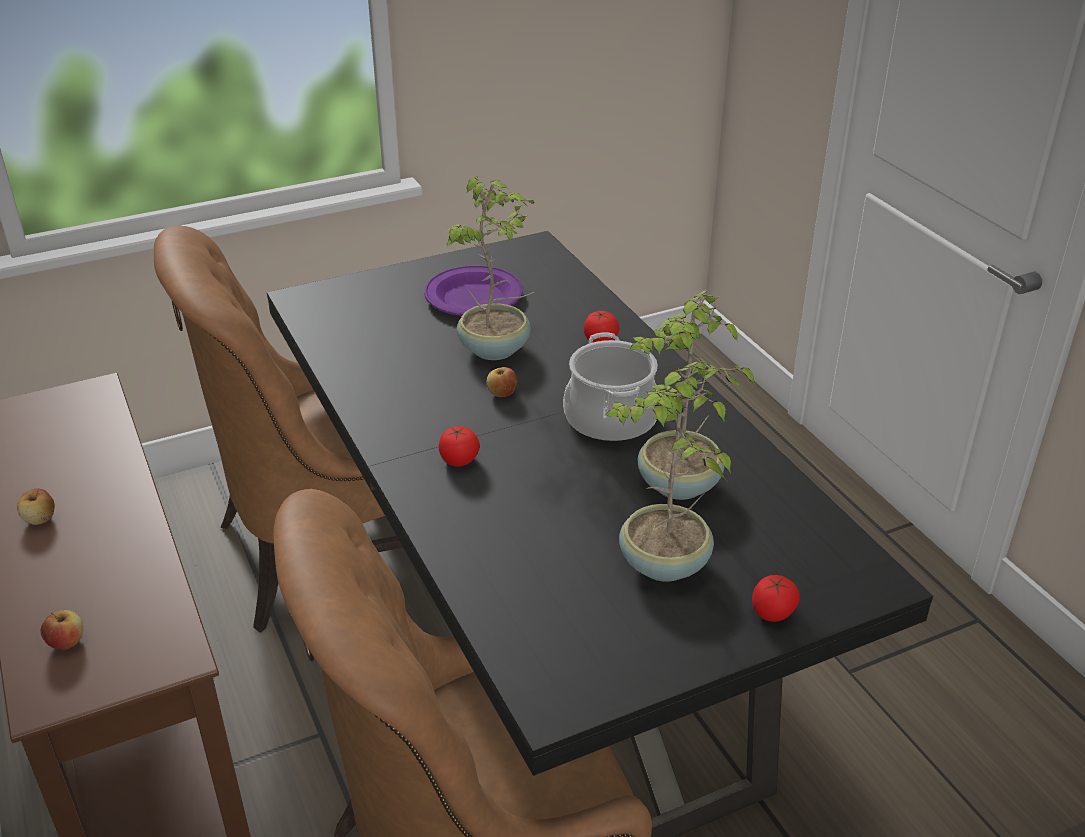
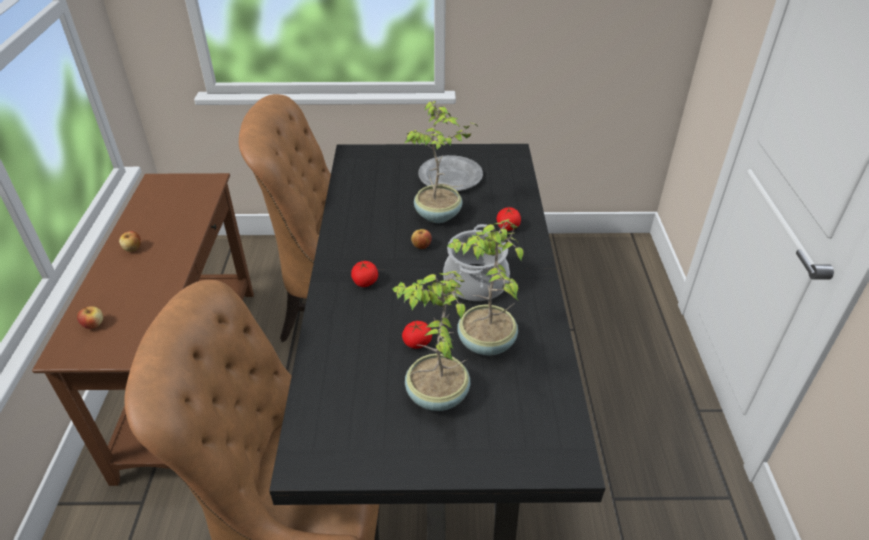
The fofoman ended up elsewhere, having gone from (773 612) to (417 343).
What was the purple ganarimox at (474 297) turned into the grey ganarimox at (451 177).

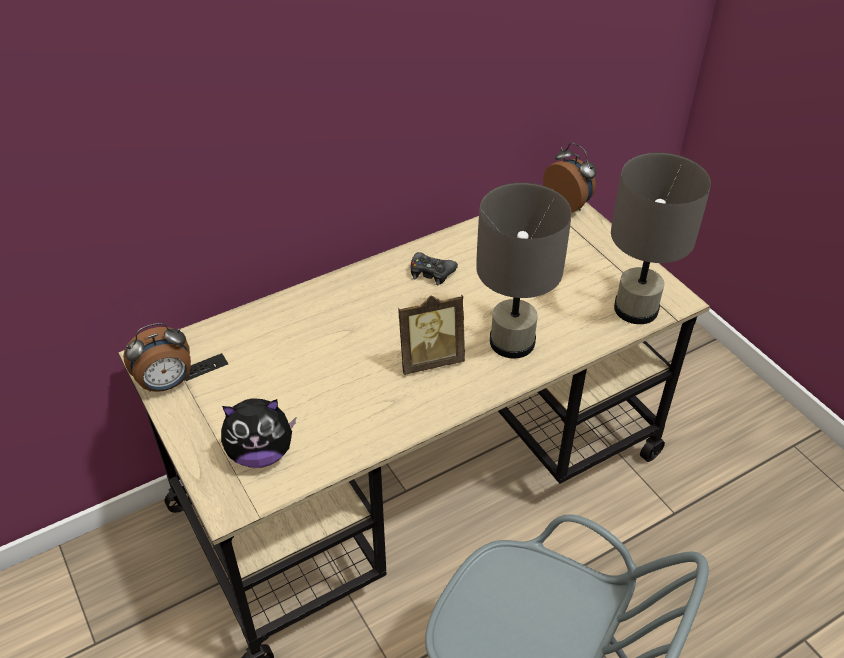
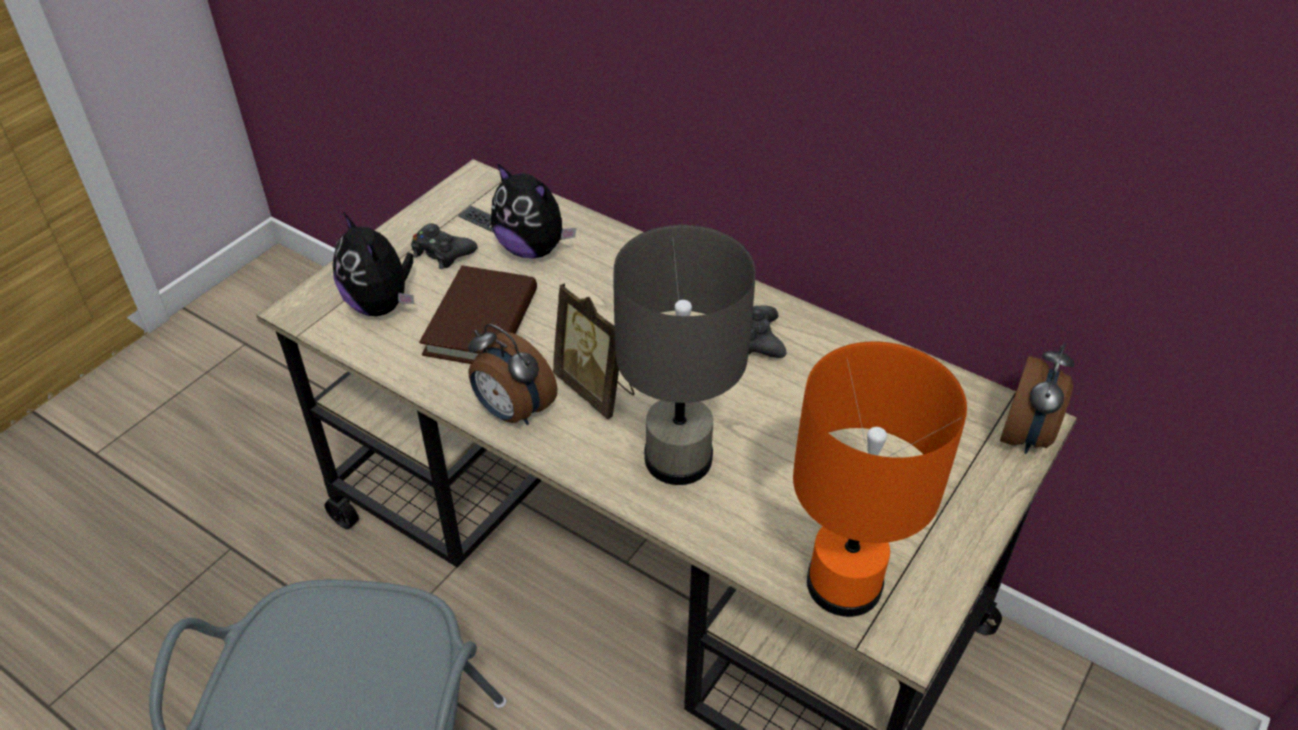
The second view gained the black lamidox at (442 252).
The second view gained the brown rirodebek at (481 322).
The second view gained the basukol at (532 249).
The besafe ended up elsewhere, having gone from (166 384) to (512 412).
What was the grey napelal at (637 309) turned into the orange napelal at (843 586).

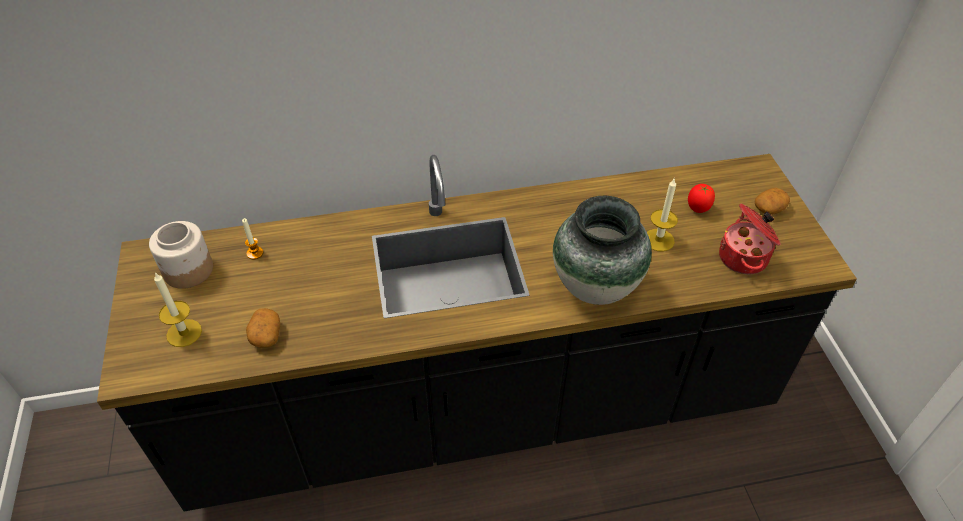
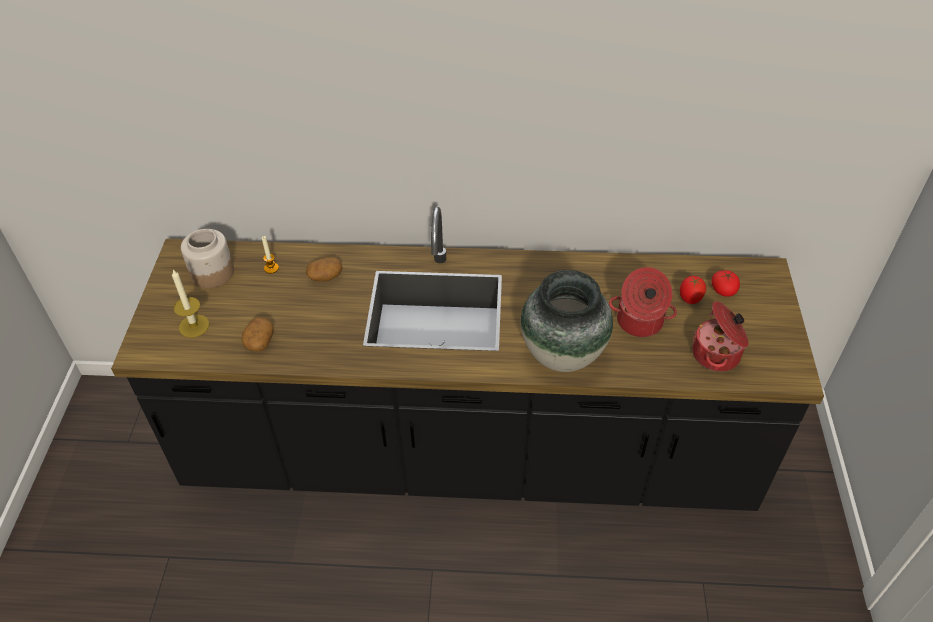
The second view gained the fofoman at (723 290).
The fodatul ended up elsewhere, having gone from (769 209) to (325 276).
Where the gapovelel stood at (658 240), the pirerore came to stand at (639 322).

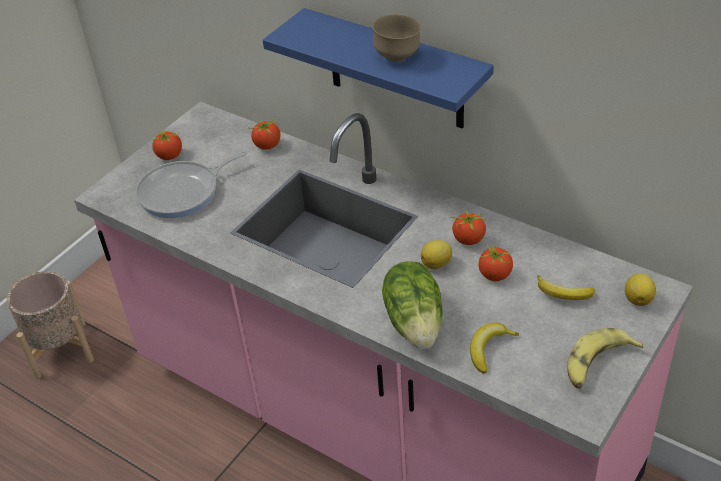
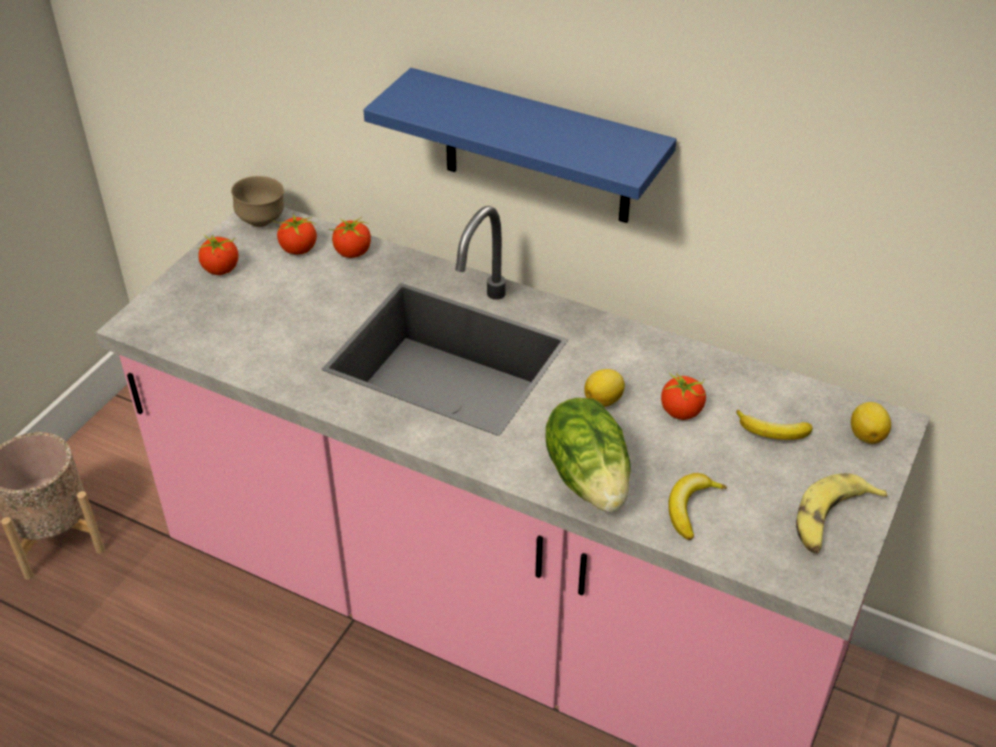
The second view lost the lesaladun at (183 192).
The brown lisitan ended up elsewhere, having gone from (397 57) to (262 221).
The fofoman ended up elsewhere, having gone from (468 240) to (298 249).

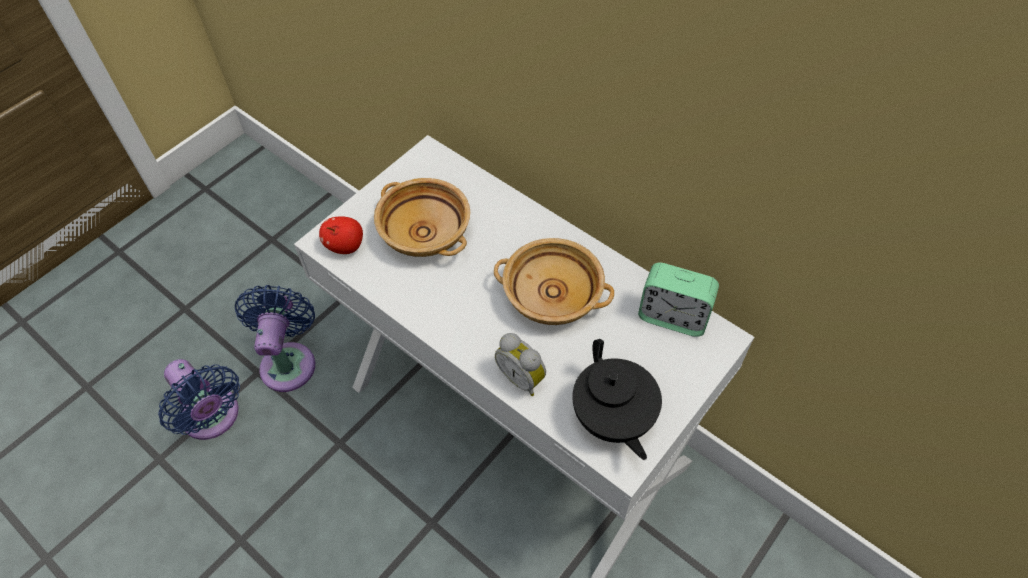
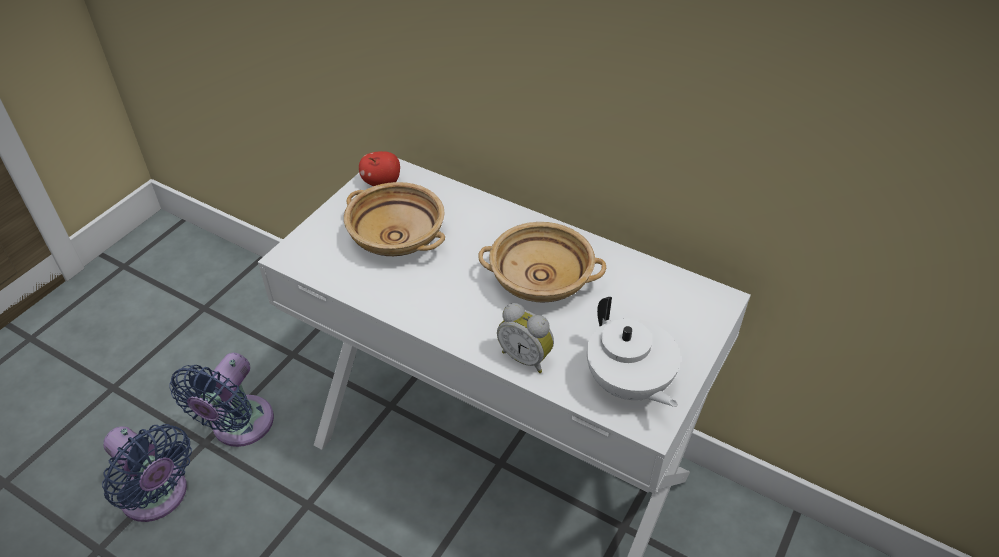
The second view lost the besafe at (673 316).
The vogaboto ended up elsewhere, having gone from (345 246) to (382 183).
What was the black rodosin at (612 419) turned into the white rodosin at (628 384).
The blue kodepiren at (289 361) ended up facing another way, 150 degrees counterclockwise from before.

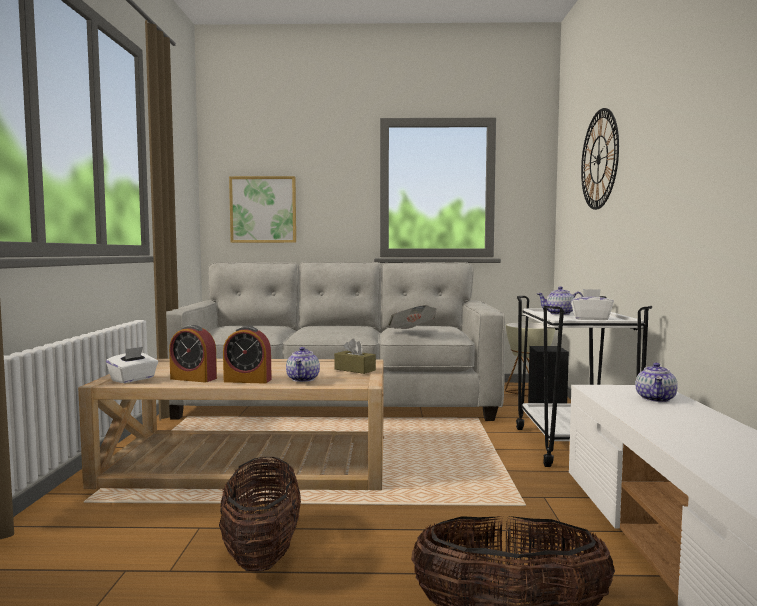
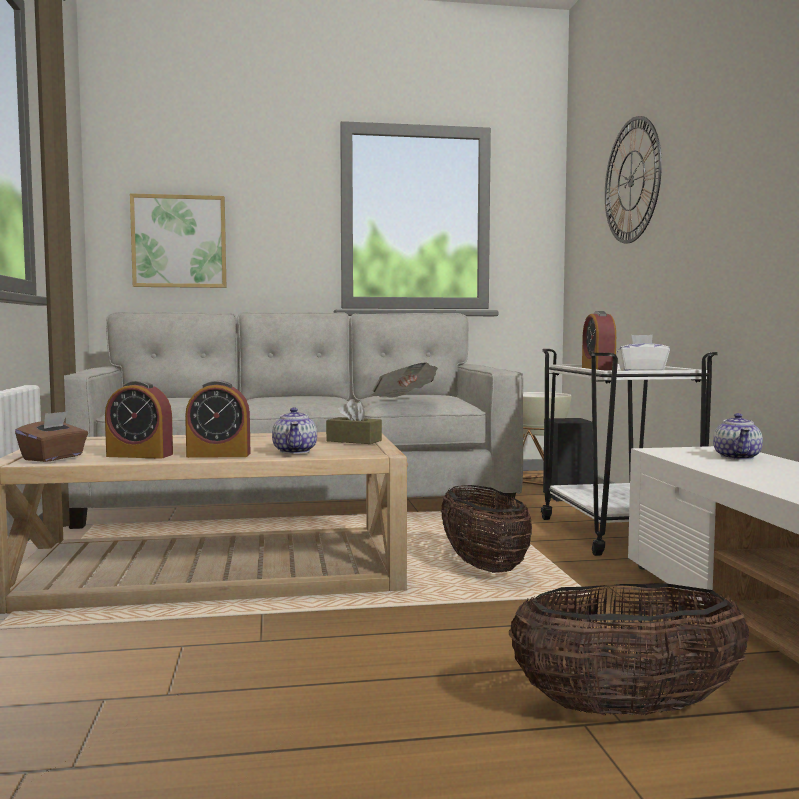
The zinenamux ended up elsewhere, having gone from (262 552) to (484 566).
Where the rodosin stood at (559 314), the besafe came to stand at (598 369).
What was the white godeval at (133 379) turned into the brown godeval at (54 458).

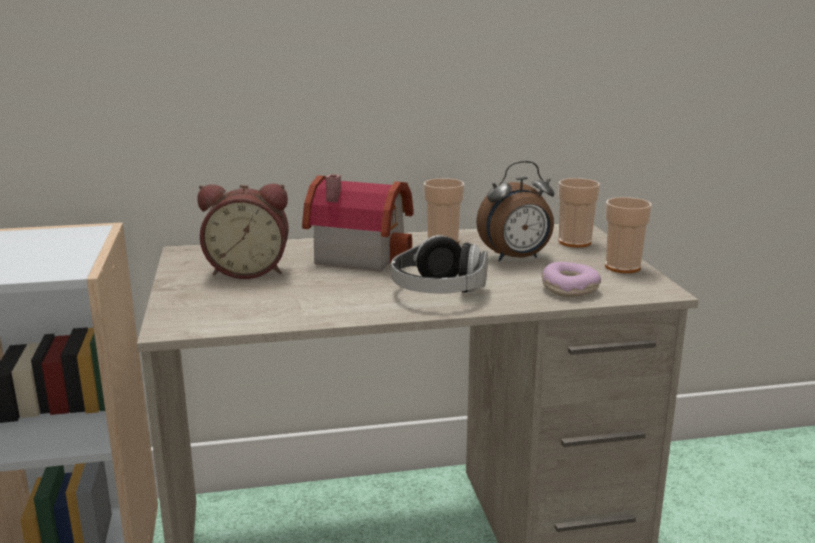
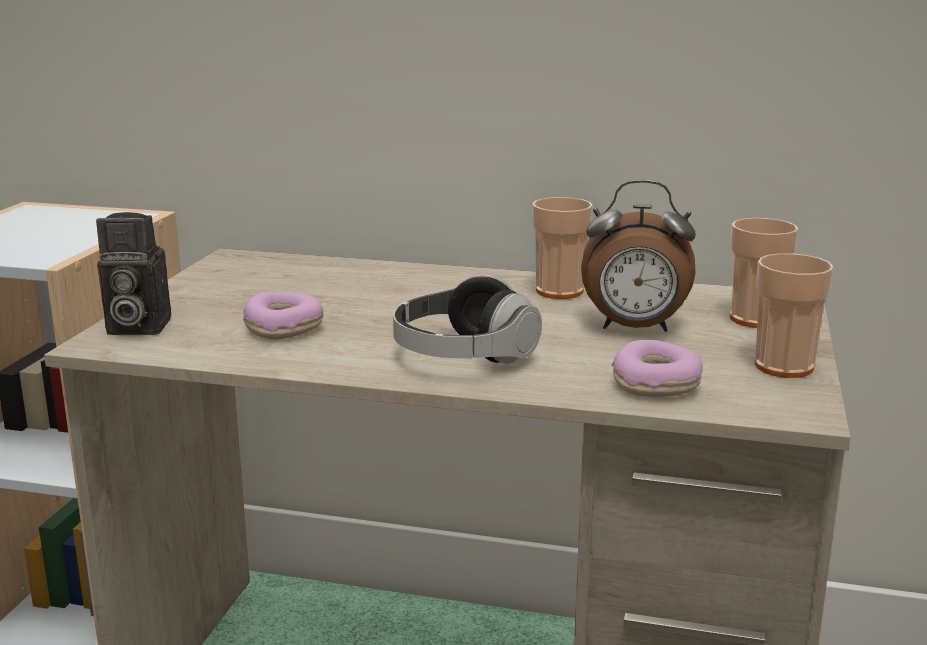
The second view lost the besafe at (248 271).
The second view lost the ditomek at (360 254).
The second view gained the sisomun at (134 327).
The second view gained the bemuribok at (283 328).

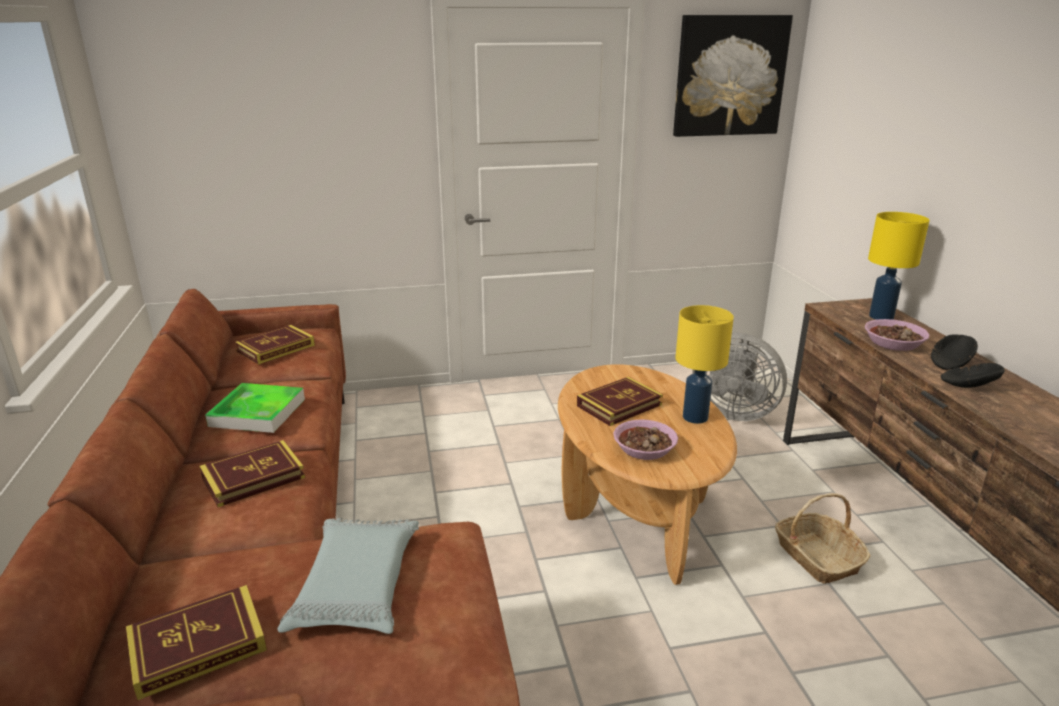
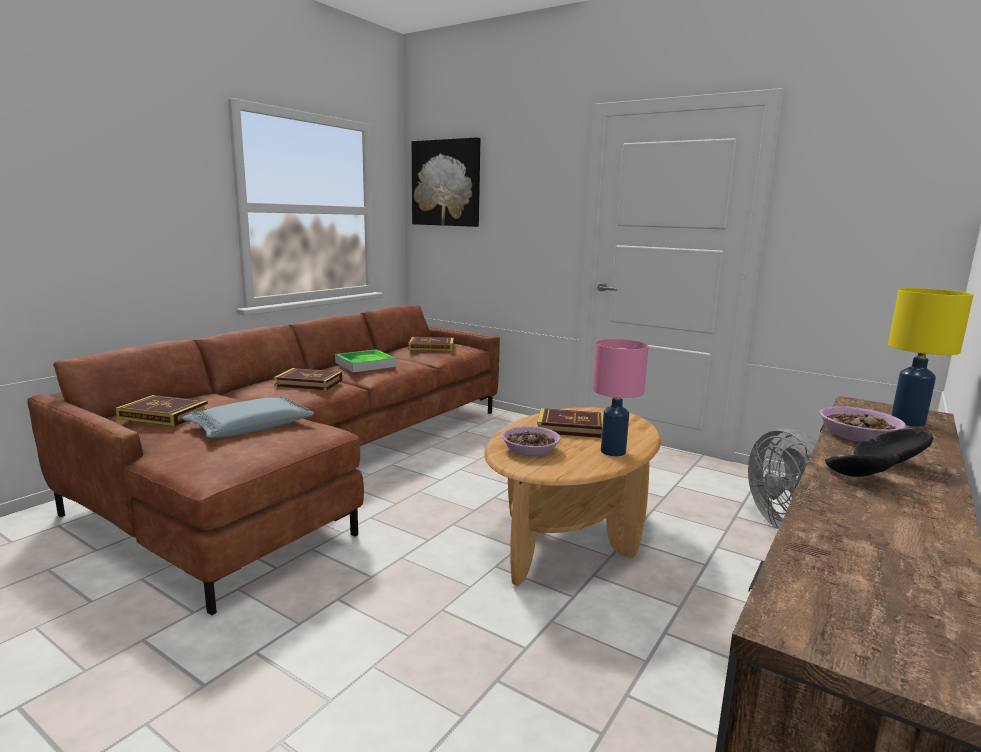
The second view lost the zinenamux at (816 557).
The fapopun ended up elsewhere, having gone from (729 76) to (446 183).
What was the yellow napelal at (695 417) turned into the pink napelal at (614 452).

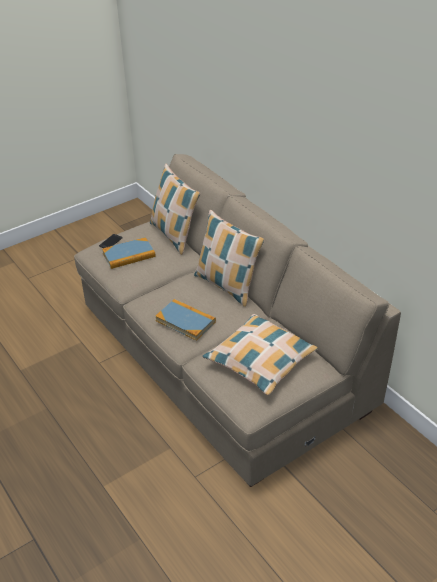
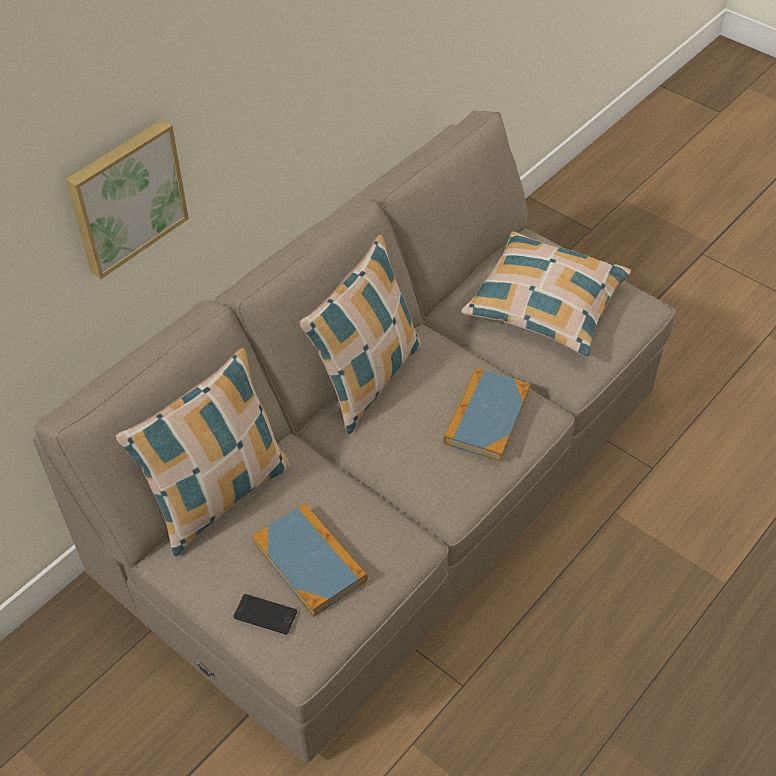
The second view gained the fapopun at (126 197).

